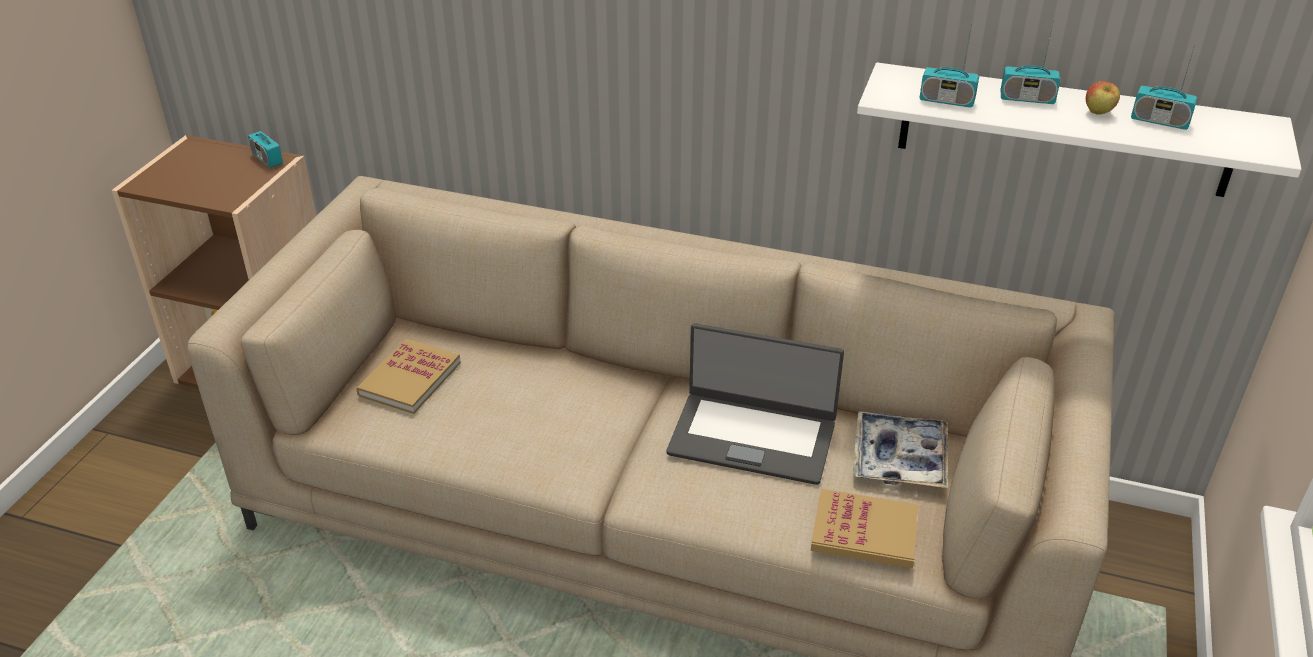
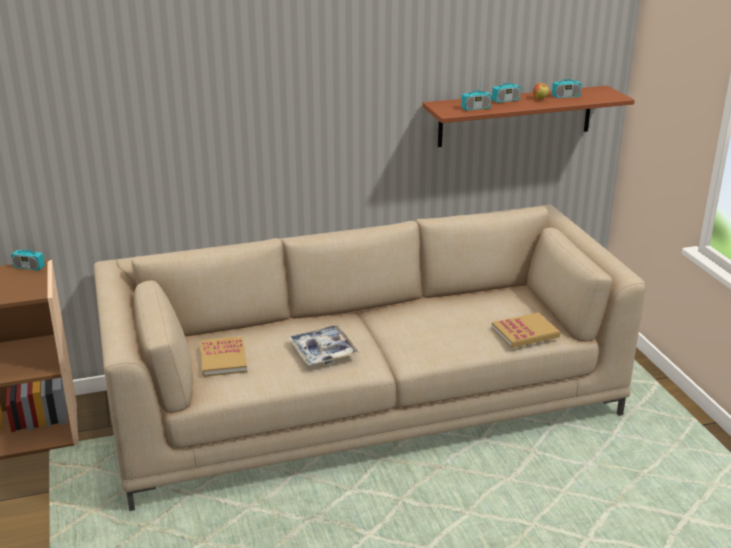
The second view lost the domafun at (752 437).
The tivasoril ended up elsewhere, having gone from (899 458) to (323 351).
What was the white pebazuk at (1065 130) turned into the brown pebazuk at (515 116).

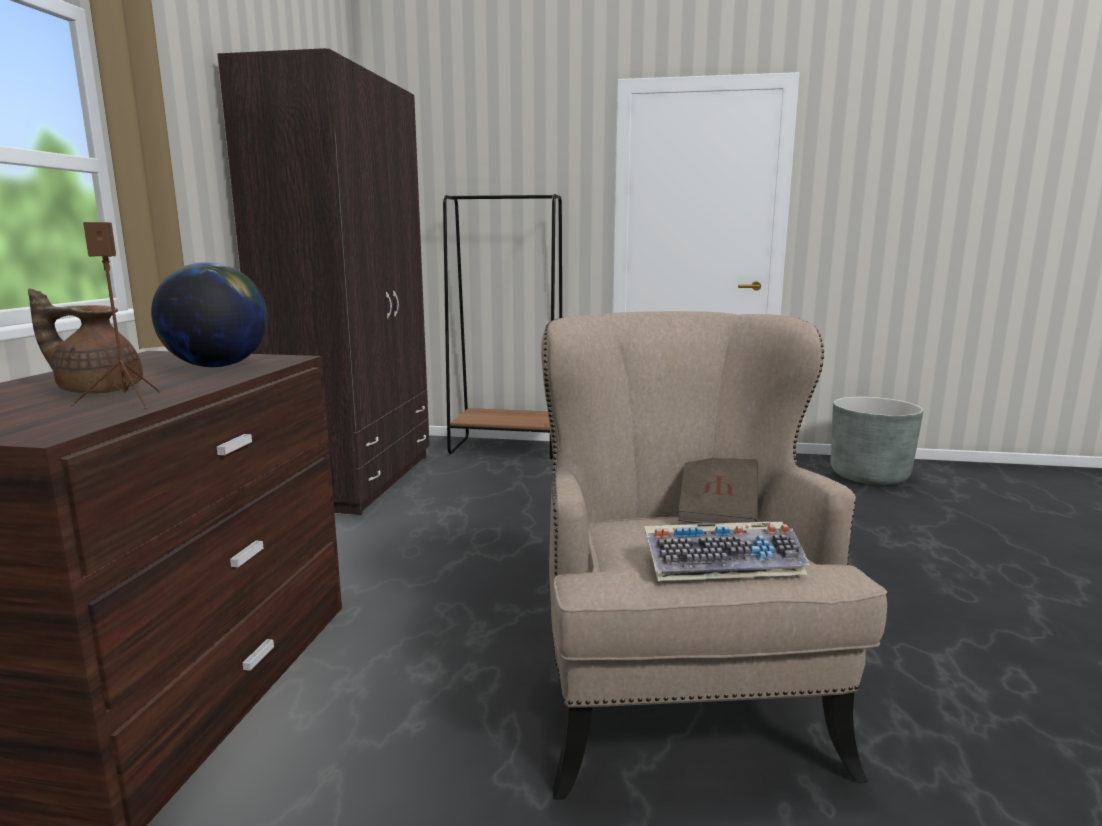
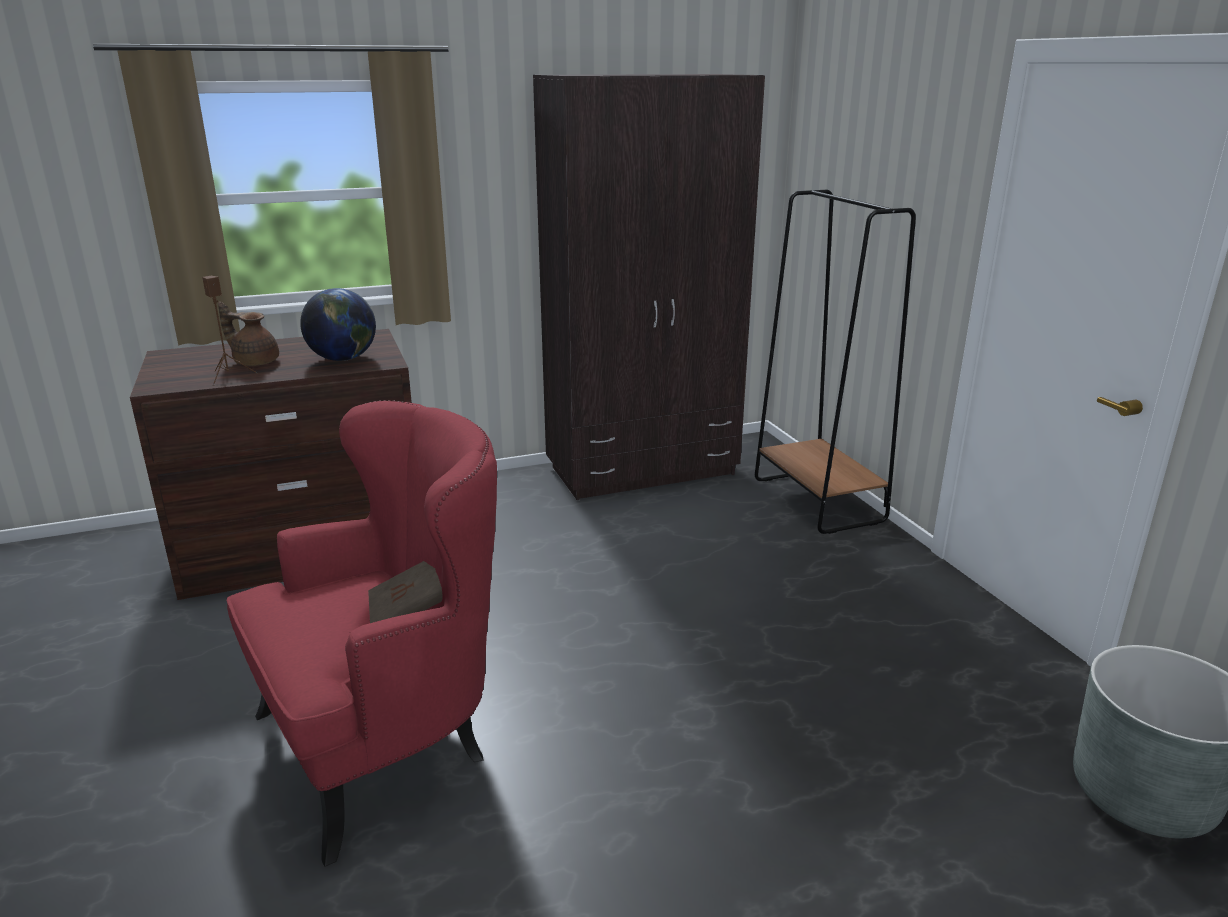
The second view lost the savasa at (724 562).
What was the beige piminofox at (678 701) turned into the red piminofox at (387 742).
The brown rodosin at (98 390) ended up facing another way, 45 degrees counterclockwise from before.

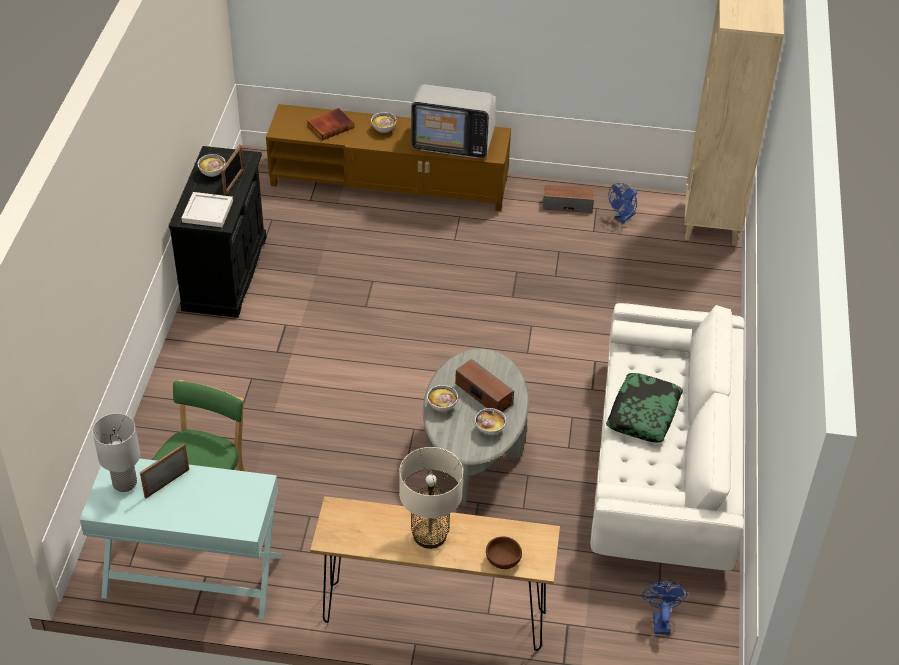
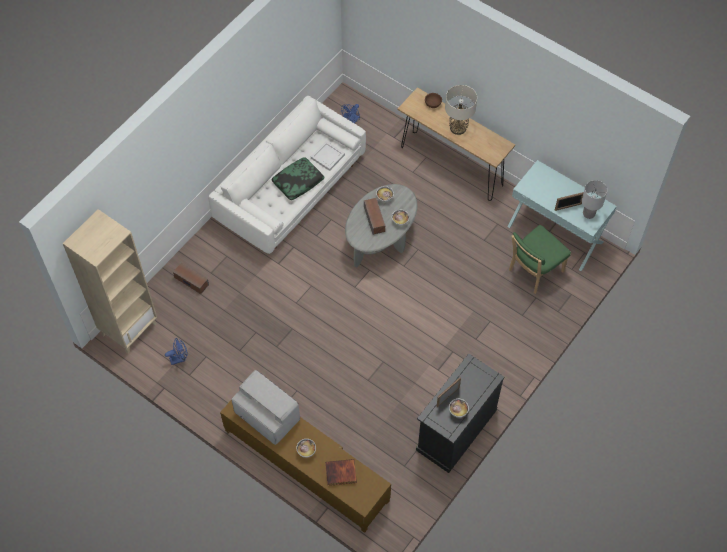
The white tivasoril ended up elsewhere, having gone from (207 211) to (327 157).
The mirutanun ended up elsewhere, having gone from (567 205) to (191 281).

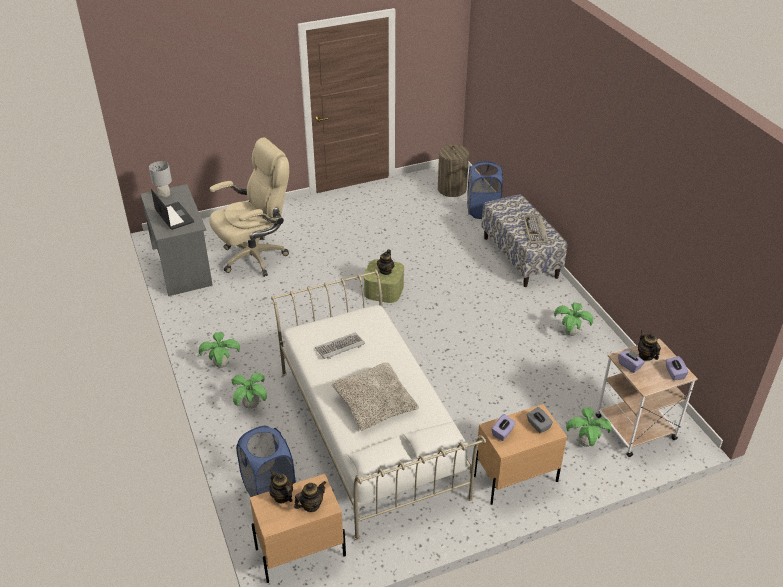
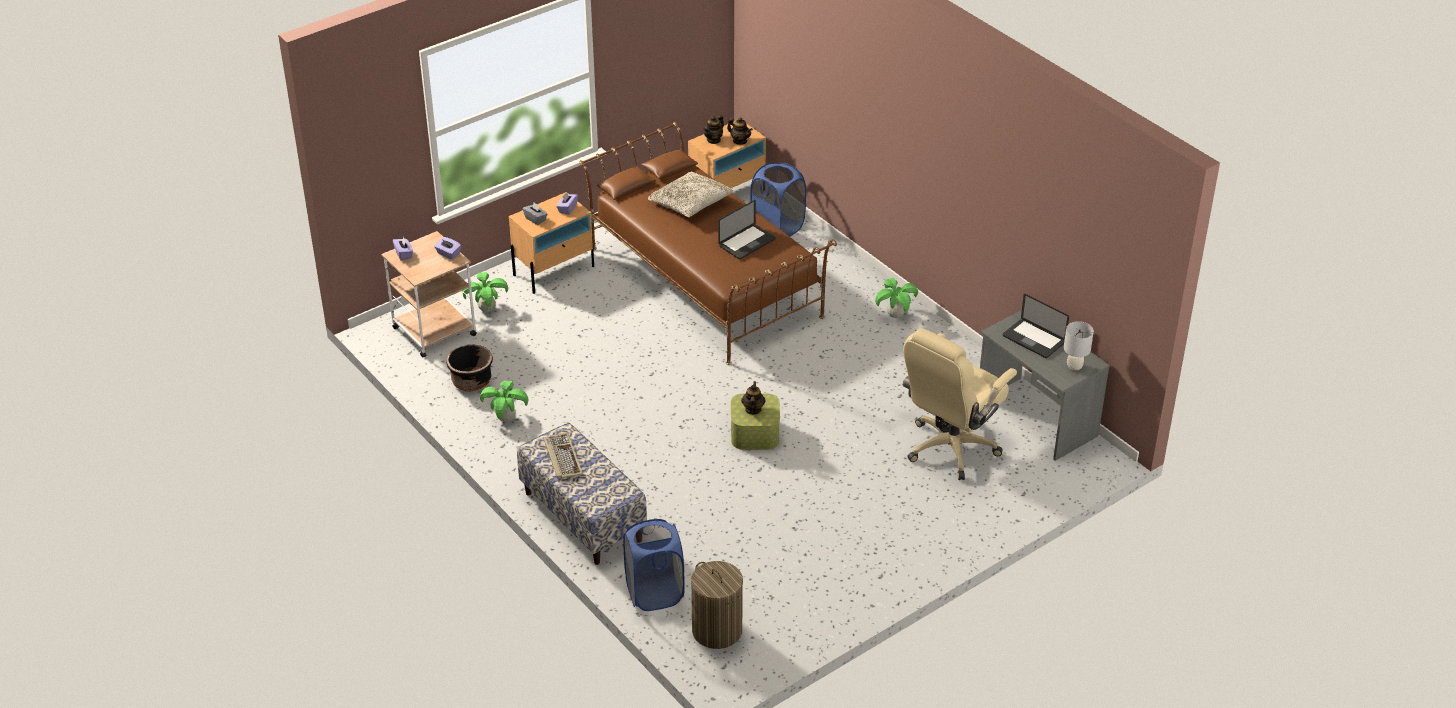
The second view lost the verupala at (251 405).
The second view lost the rodosin at (646 356).
The second view gained the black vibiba at (471 381).
Where the savasa stood at (340 347), the domafun came to stand at (747 243).
What was the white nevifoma at (371 432) turned into the brown nevifoma at (705 283).

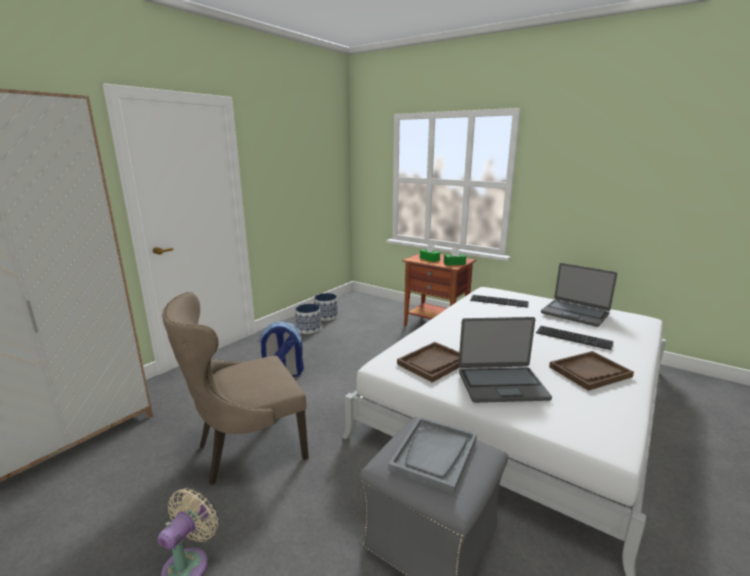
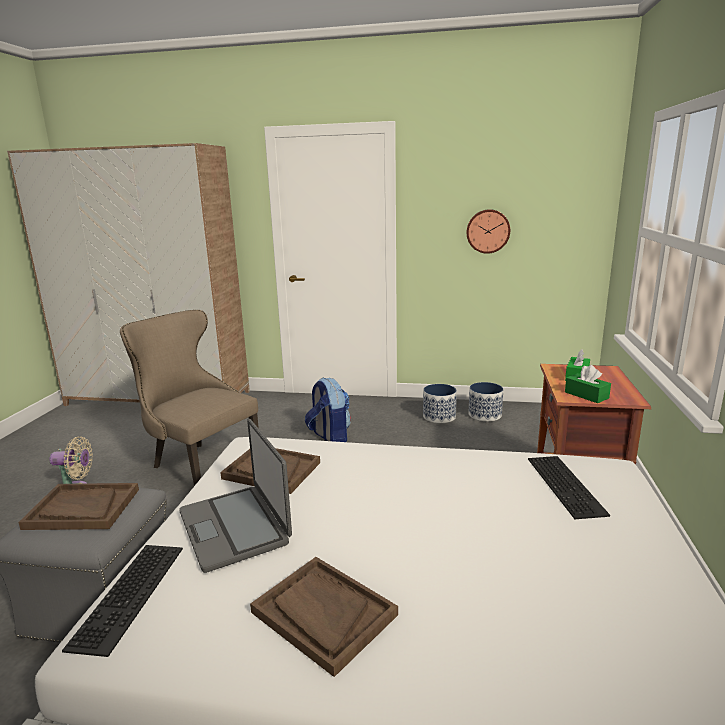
The second view lost the domafun at (575 313).
The second view gained the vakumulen at (488 231).
The savasa ended up elsewhere, having gone from (574 337) to (131 595).
What was the grey tivasoril at (434 454) turned into the brown tivasoril at (82 509).

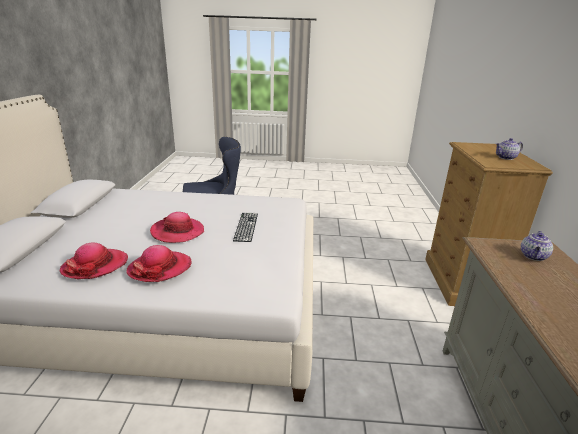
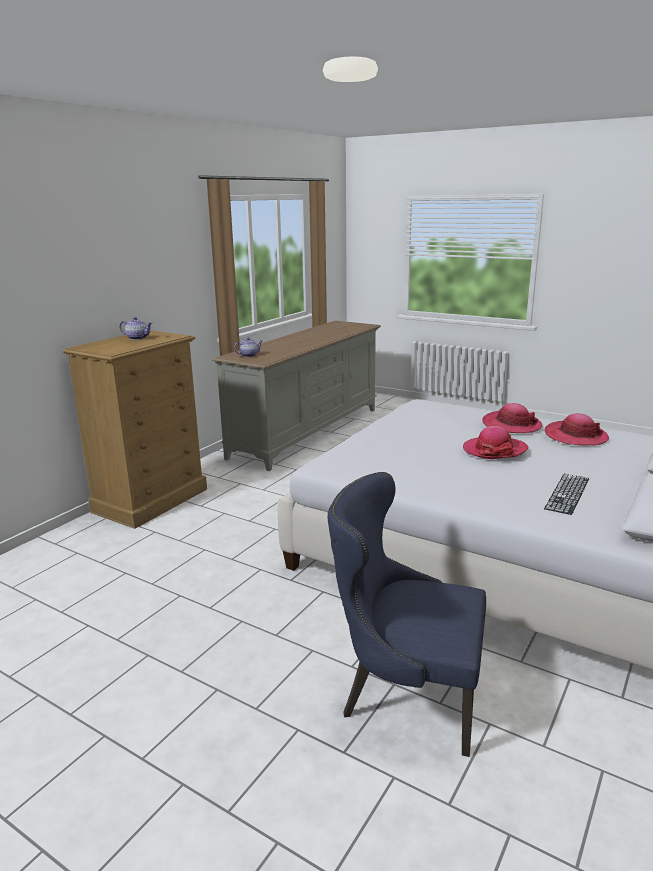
The savasa ended up elsewhere, having gone from (246 226) to (567 493).

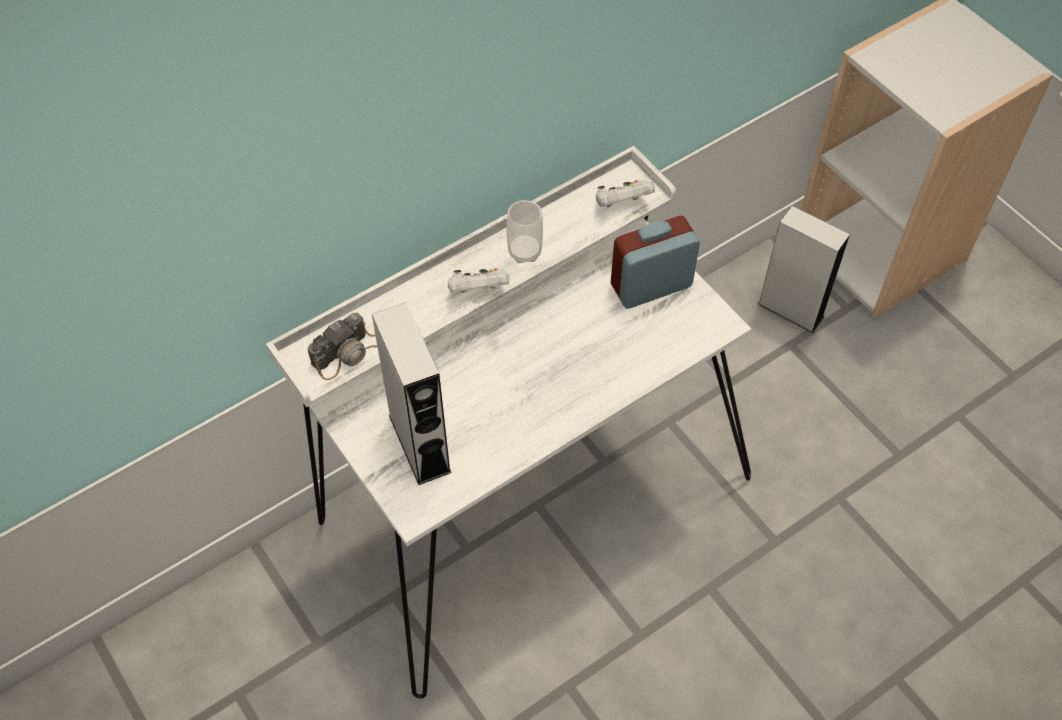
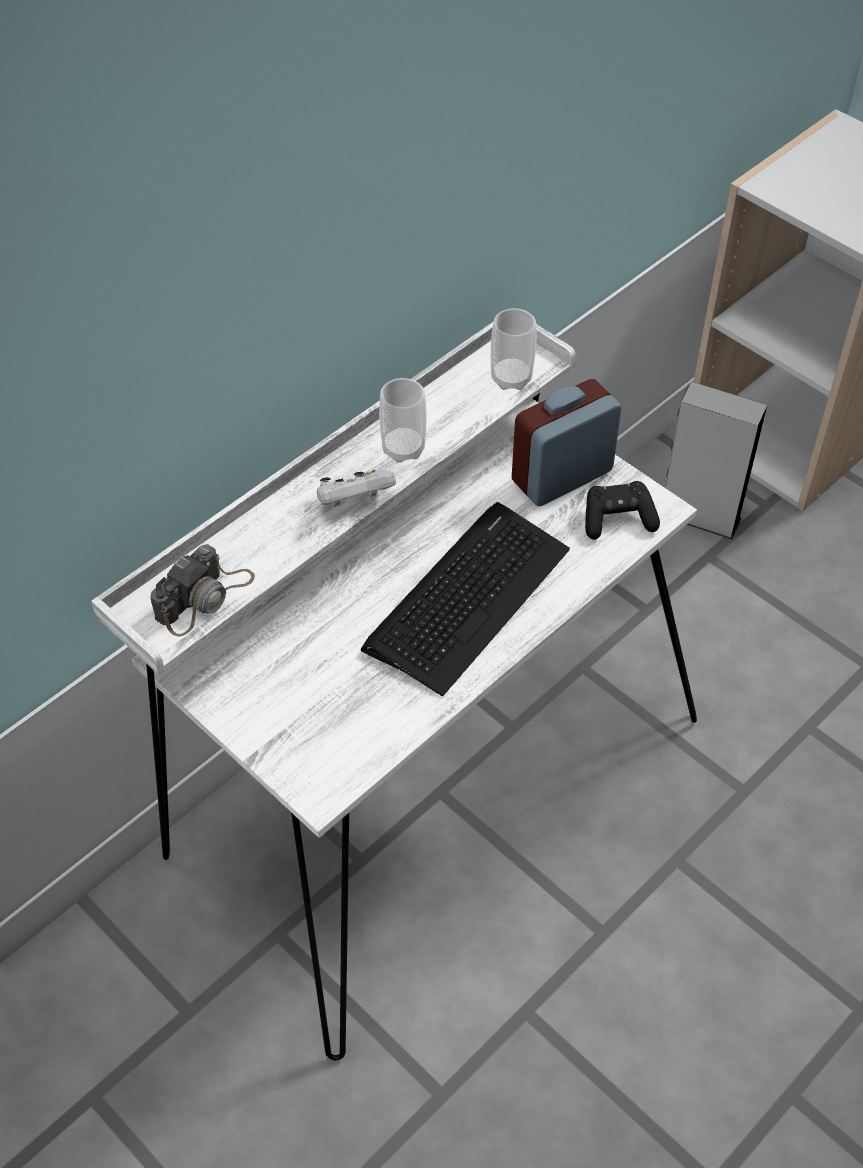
The second view lost the grey mirutanun at (419 443).
The second view gained the savasa at (467 597).
The second view gained the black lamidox at (617 519).
Where the white lamidox stood at (621 204), the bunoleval came to stand at (511 378).

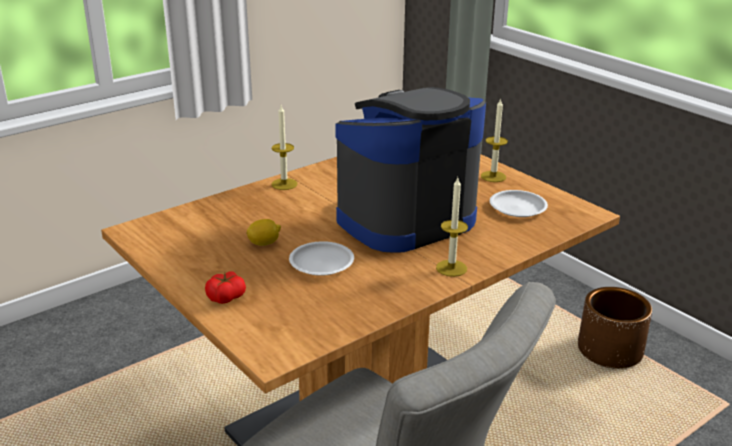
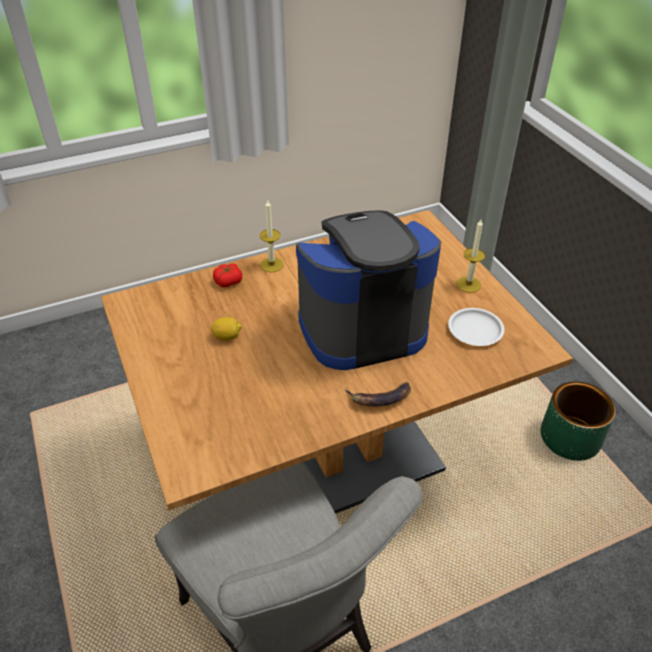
The second view lost the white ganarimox at (322 263).
The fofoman ended up elsewhere, having gone from (226 297) to (228 281).
Where the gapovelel stood at (451 268), the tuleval came to stand at (380 398).
What was the brown vibiba at (610 351) turned into the green vibiba at (570 438).

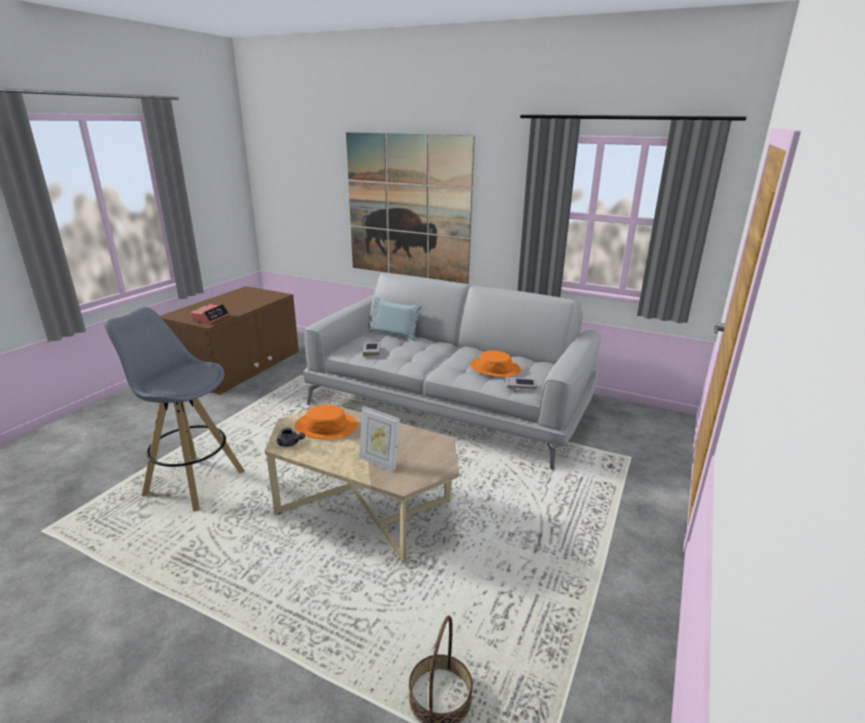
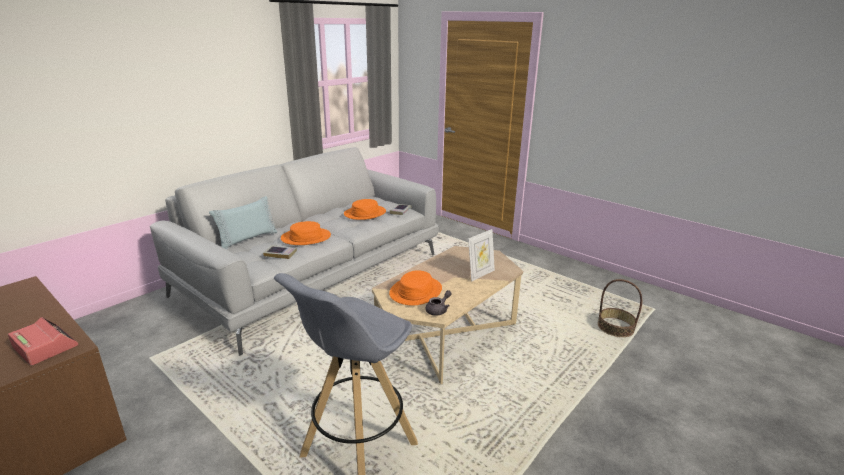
The second view lost the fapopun at (408 208).
The second view gained the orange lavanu at (306 237).

